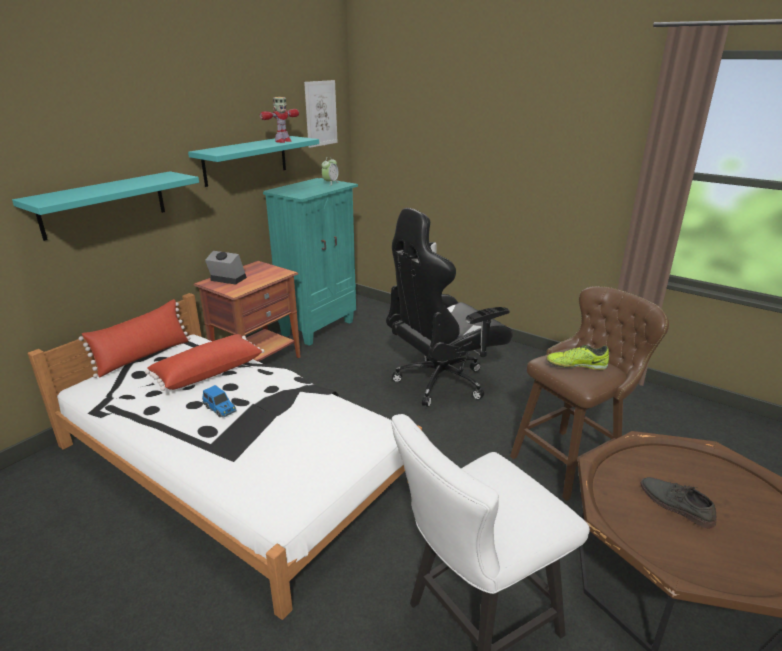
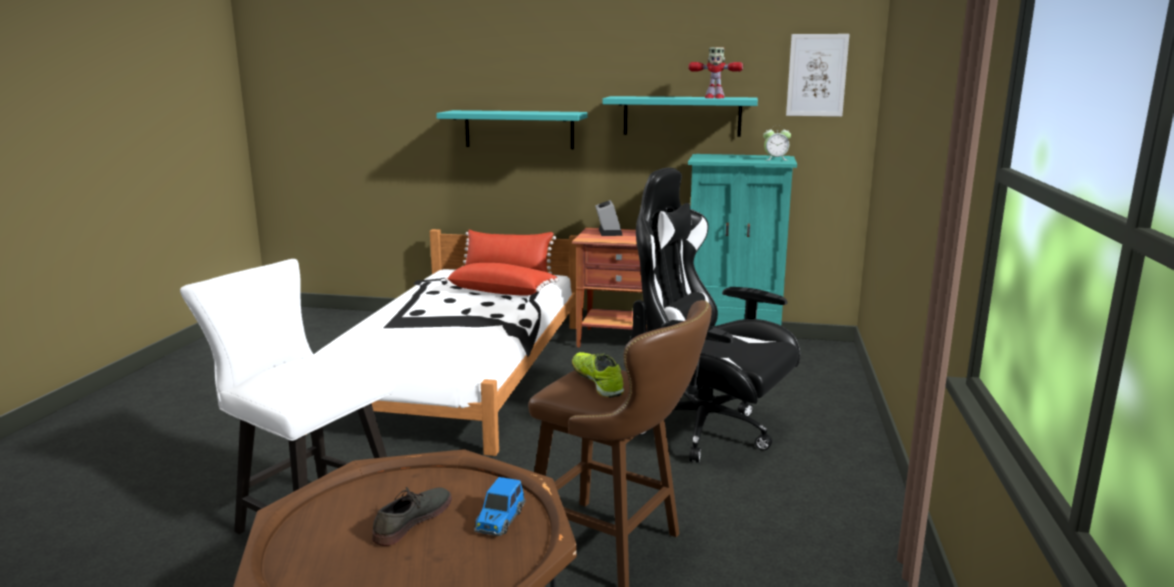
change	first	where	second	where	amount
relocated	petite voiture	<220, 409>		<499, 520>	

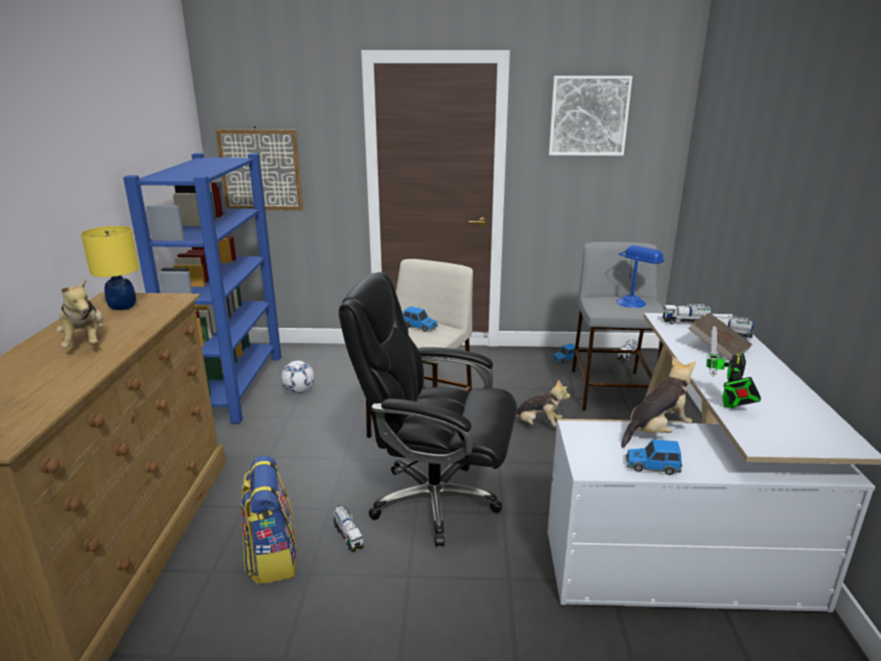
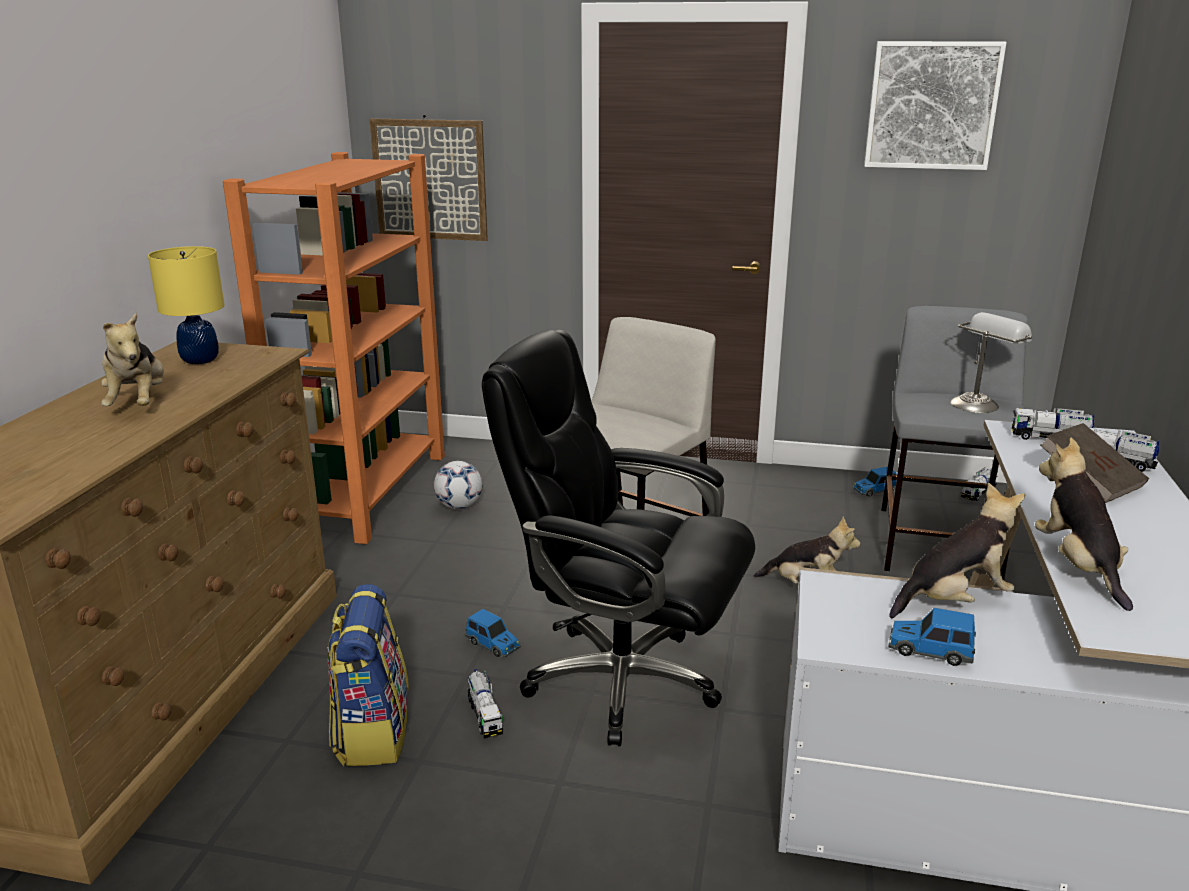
change	first	where	second	where	amount
colour	bibliothèque [bleu]	<231, 386>	bibliothèque [orange]	<366, 492>	
colour	lampe de table [bleu]	<633, 301>	lampe de table [blanc]	<979, 402>	
relocated	petite voiture	<420, 327>		<493, 645>	
exchanged	robot jouet	<728, 404>	peluche	<1077, 566>	

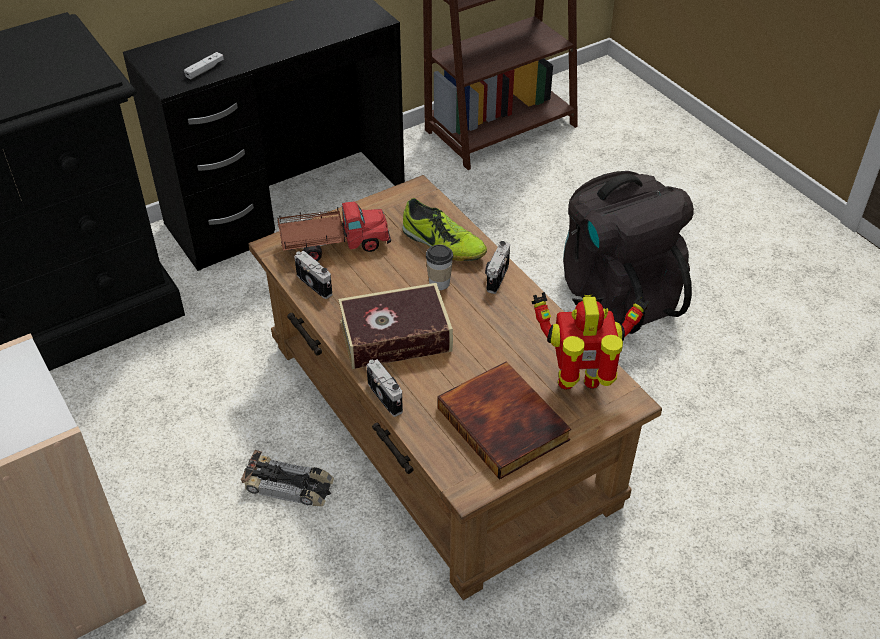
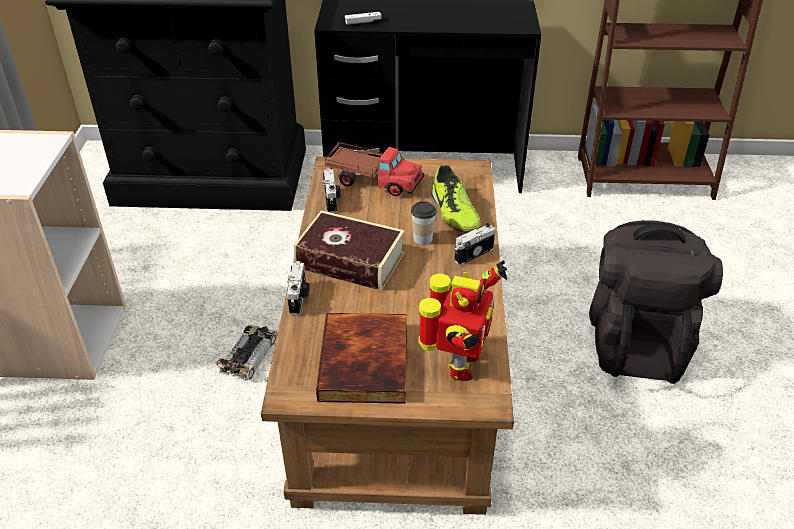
change	first	where	second	where	amount
spun	robot jouet	<580, 384>		<459, 366>	75 degrees clockwise
spun	petite voiture	<289, 485>		<250, 354>	120 degrees counterclockwise

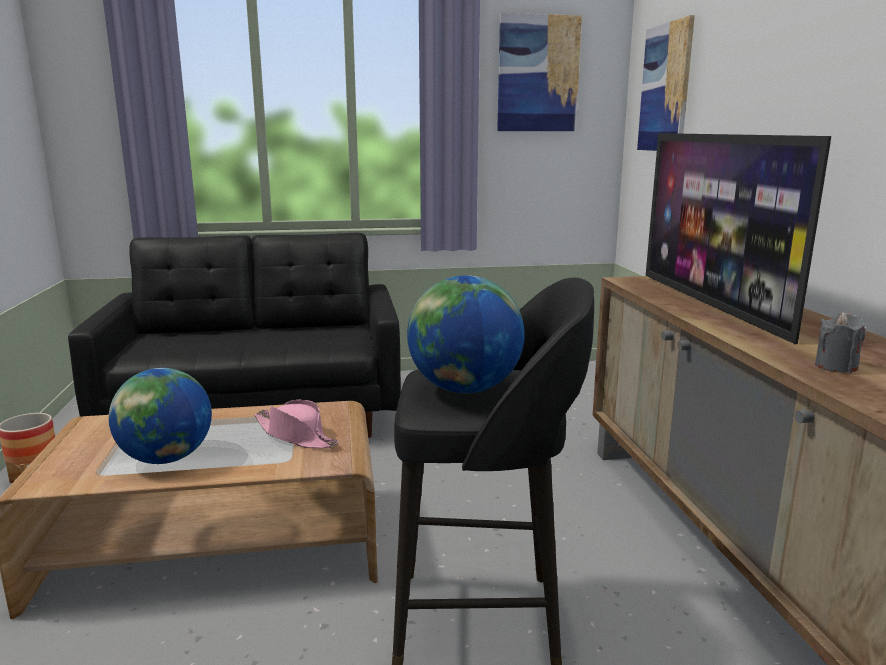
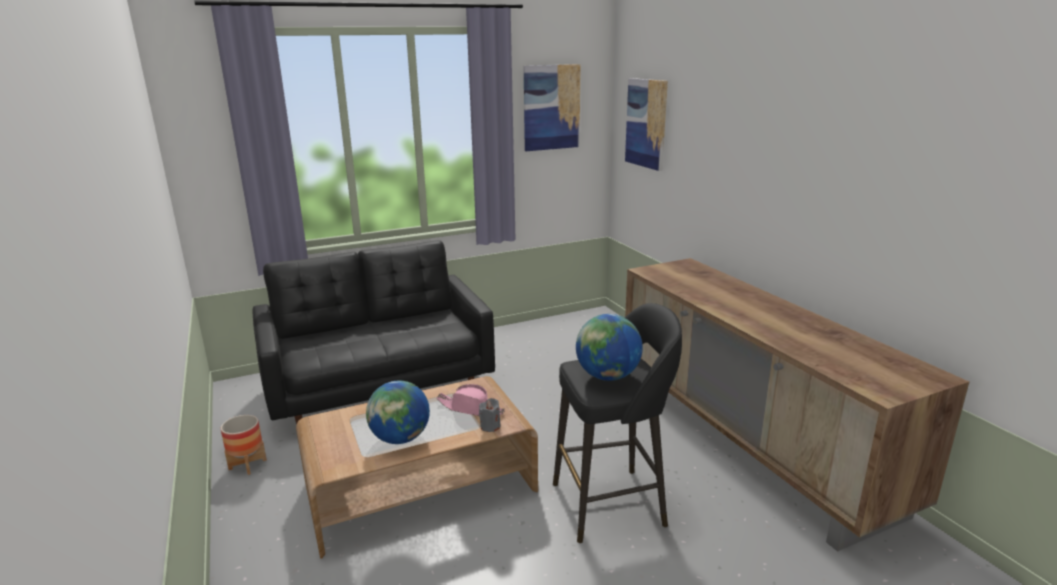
change	first	where	second	where	amount
missing	téléviseur	<712, 304>			
relocated	bougie [gris]	<835, 367>		<490, 426>	

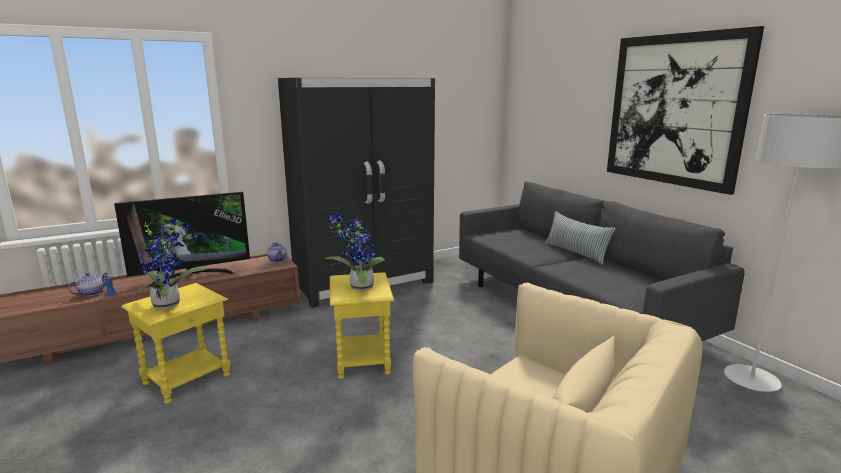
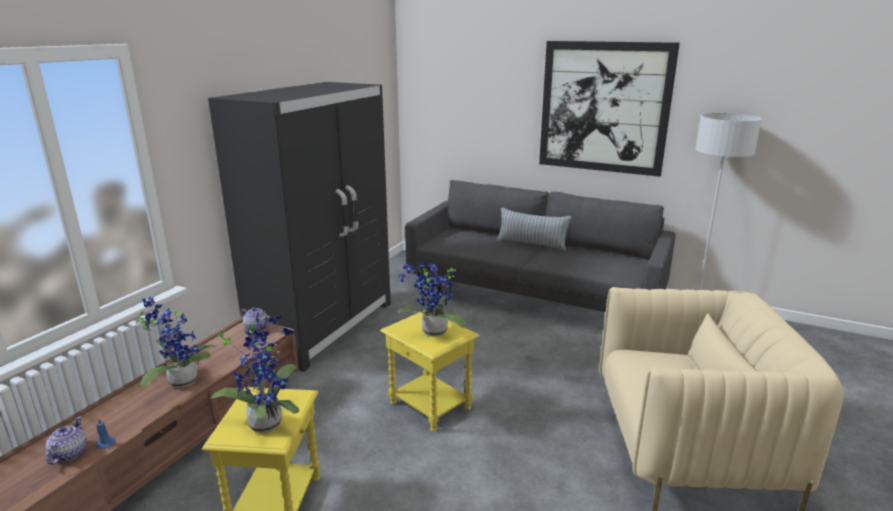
change	first	where	second	where	amount
exchanged	téléviseur	<192, 275>	plante en pot	<180, 381>	

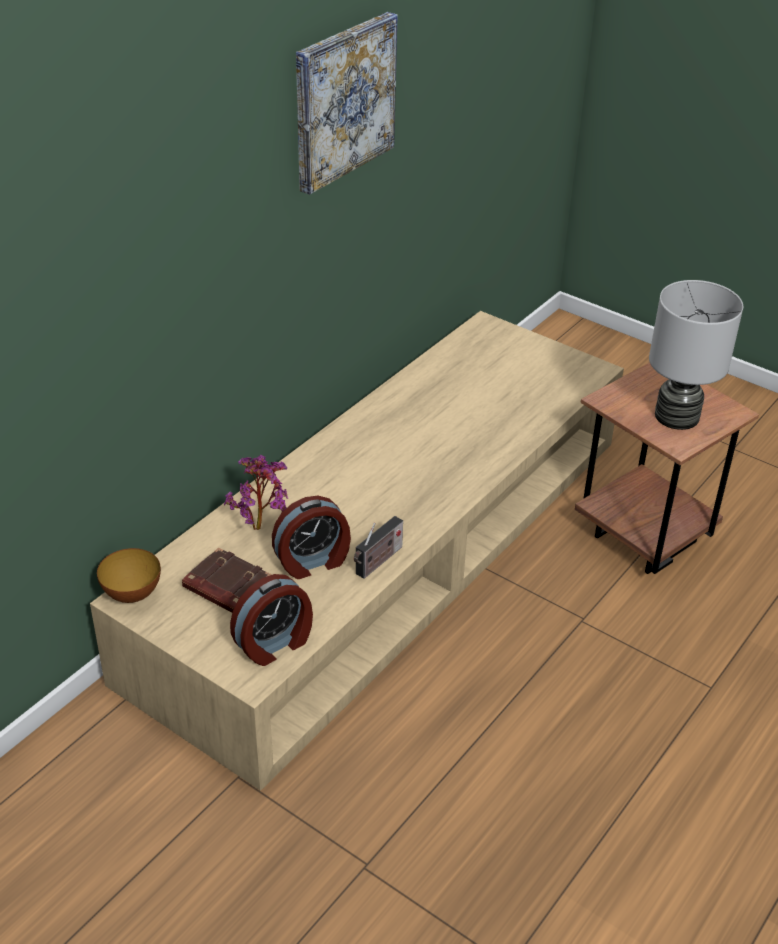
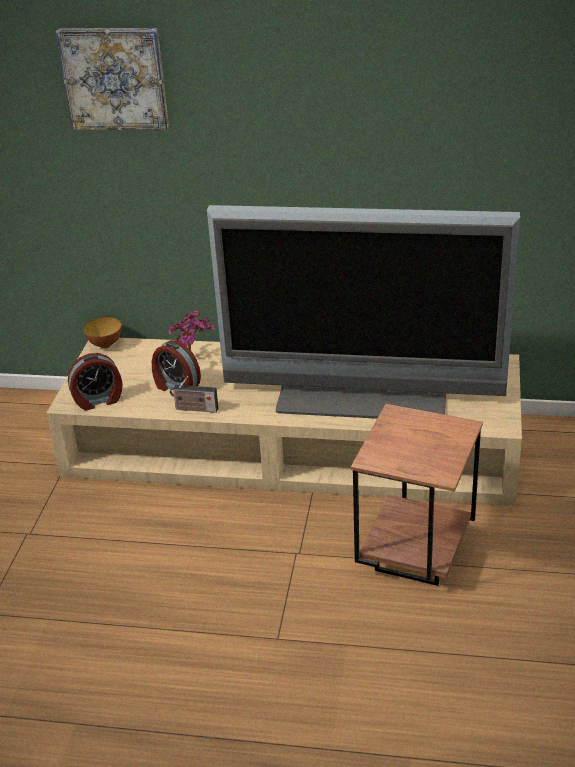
change	first	where	second	where	amount
relocated	tableau	<343, 101>		<114, 78>	
missing	lampe de table [gris]	<677, 416>			
missing	livre [marron]	<226, 587>			
spun	réveil	<274, 644>		<98, 400>	45 degrees counterclockwise
appeared			téléviseur	<362, 396>	

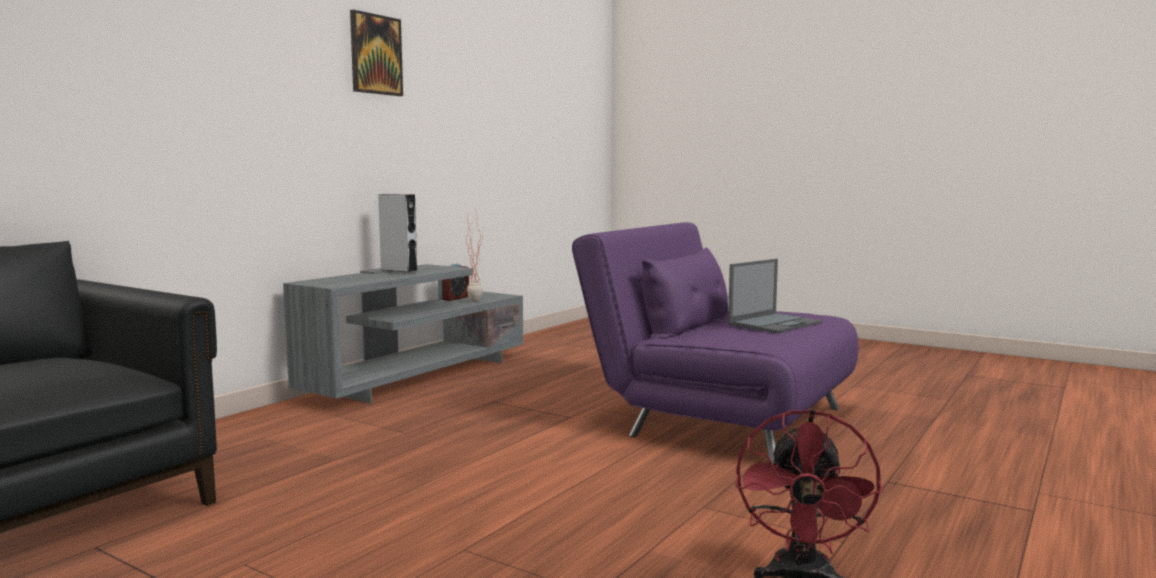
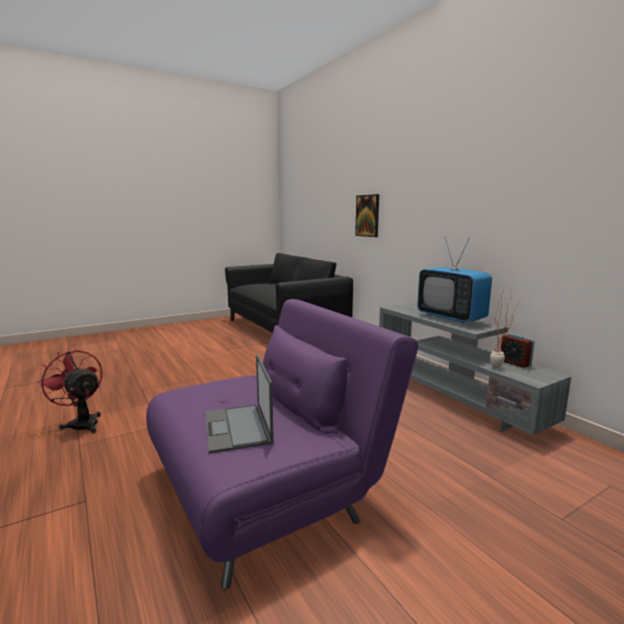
change	first	where	second	where	amount
relocated	tableau	<375, 54>		<367, 215>	
exchanged	enceinte [gris]	<399, 270>	téléviseur	<451, 317>	

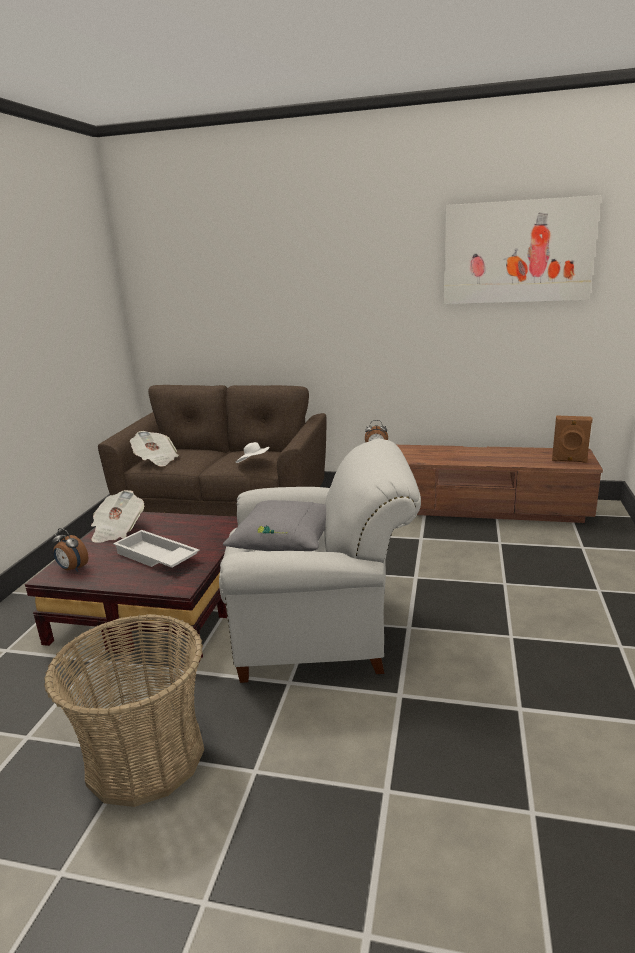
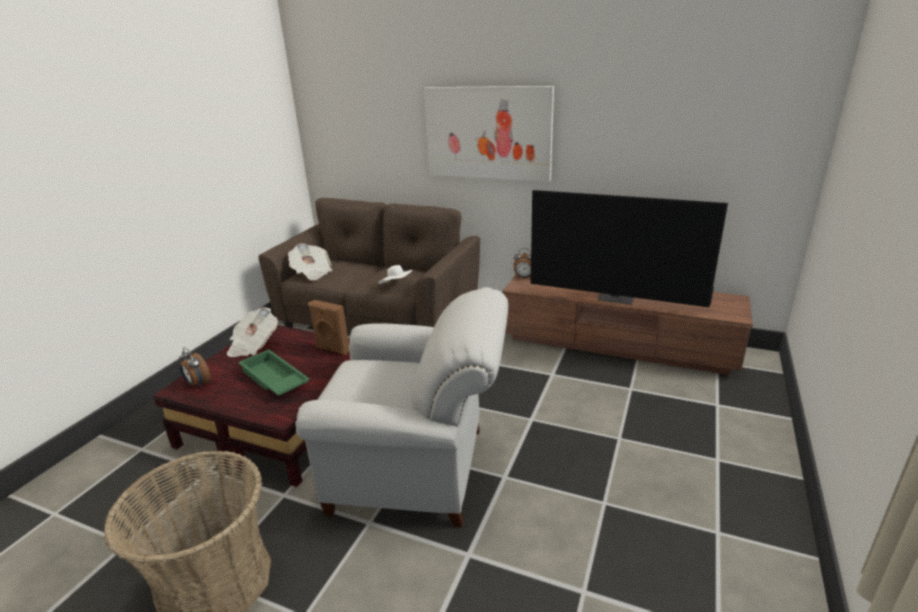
change	first	where	second	where	amount
relocated	tableau	<517, 252>		<488, 133>	
relocated	enceinte [marron]	<569, 461>		<332, 350>	
missing	coussin [gris]	<285, 542>			
colour	plateau [blanc]	<155, 557>	plateau [vert]	<273, 380>	
appeared			téléviseur	<616, 298>	

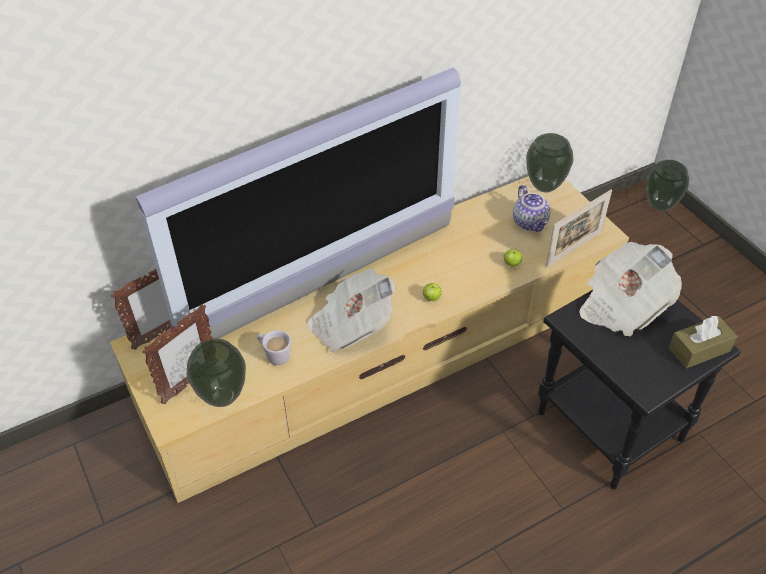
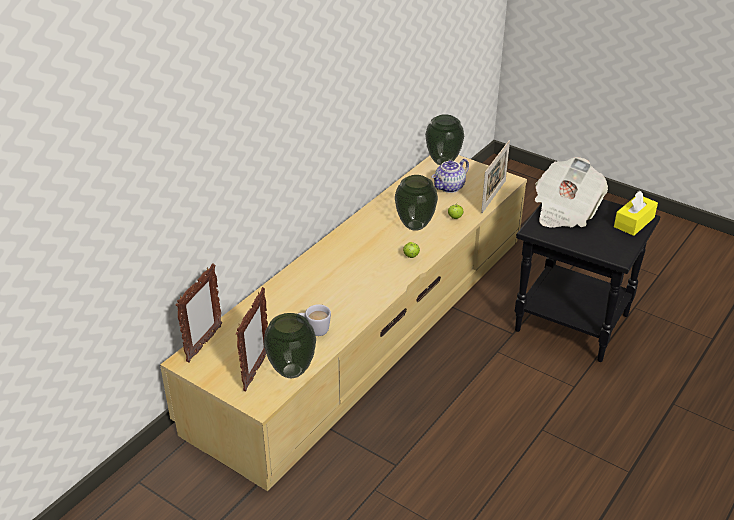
change	first	where	second	where	amount
missing	téléviseur	<324, 288>			
relocated	vase	<660, 206>		<415, 226>	
spun	théière	<530, 222>		<449, 187>	90 degrees clockwise
missing	journal	<351, 325>			
colour	boîte à mouchoirs [marron]	<699, 349>	boîte à mouchoirs [jaune]	<634, 222>	

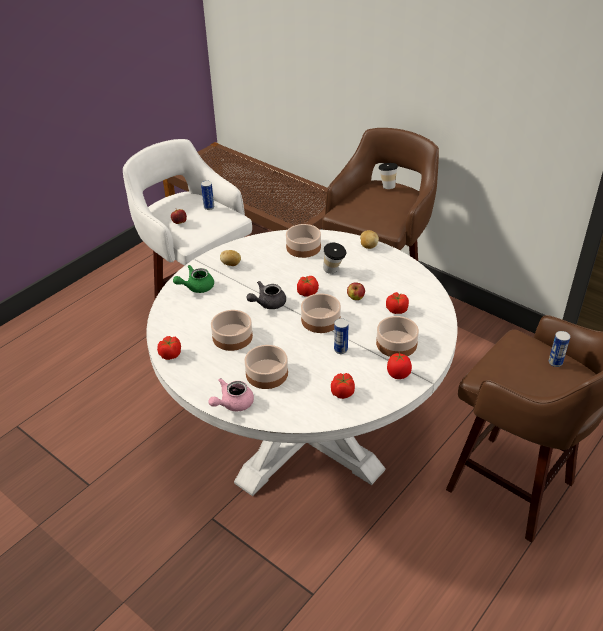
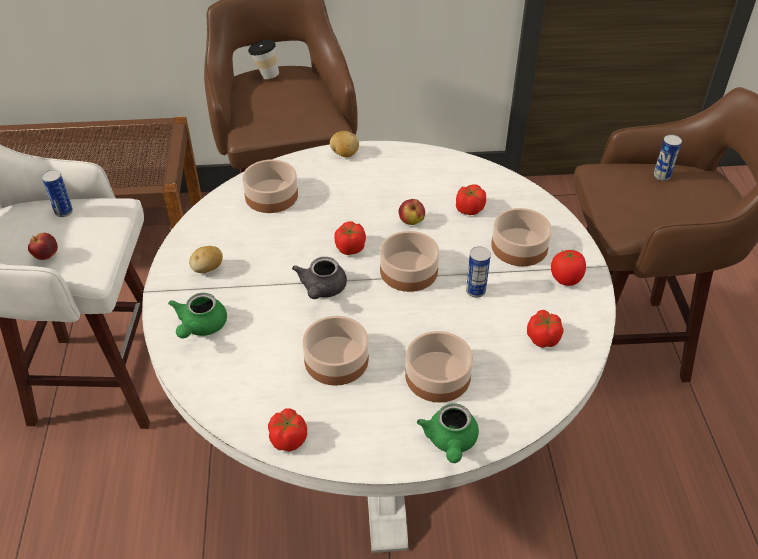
change	first	where	second	where	amount
missing	tasse	<334, 271>			
colour	théière [rose]	<232, 403>	théière [vert]	<450, 442>	

